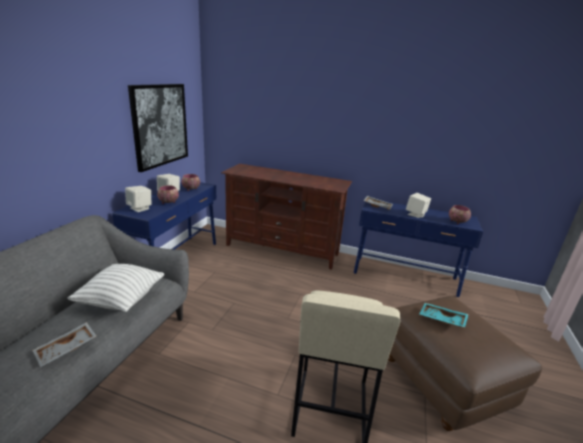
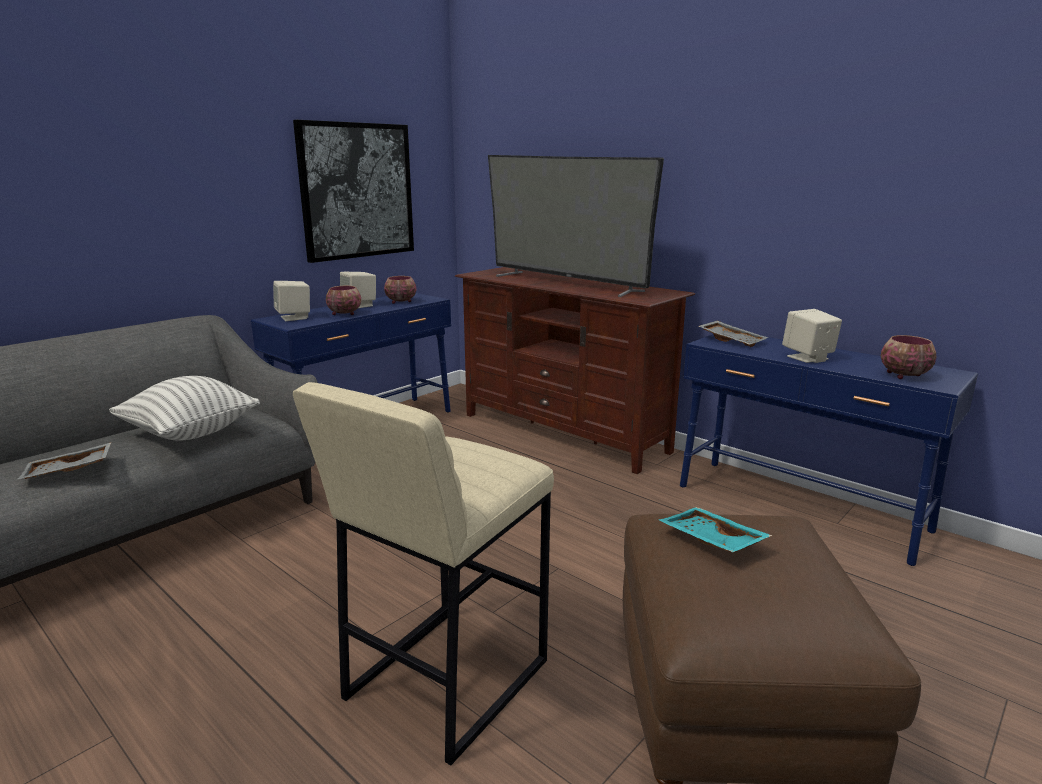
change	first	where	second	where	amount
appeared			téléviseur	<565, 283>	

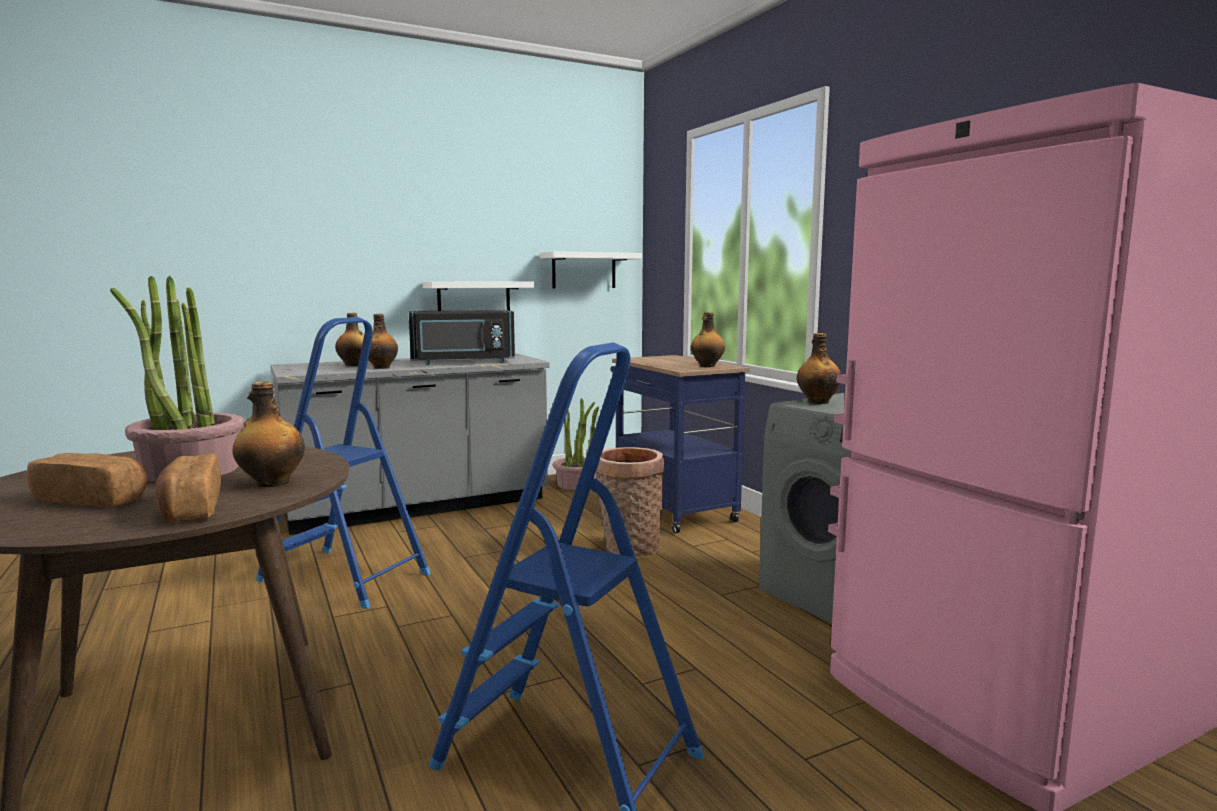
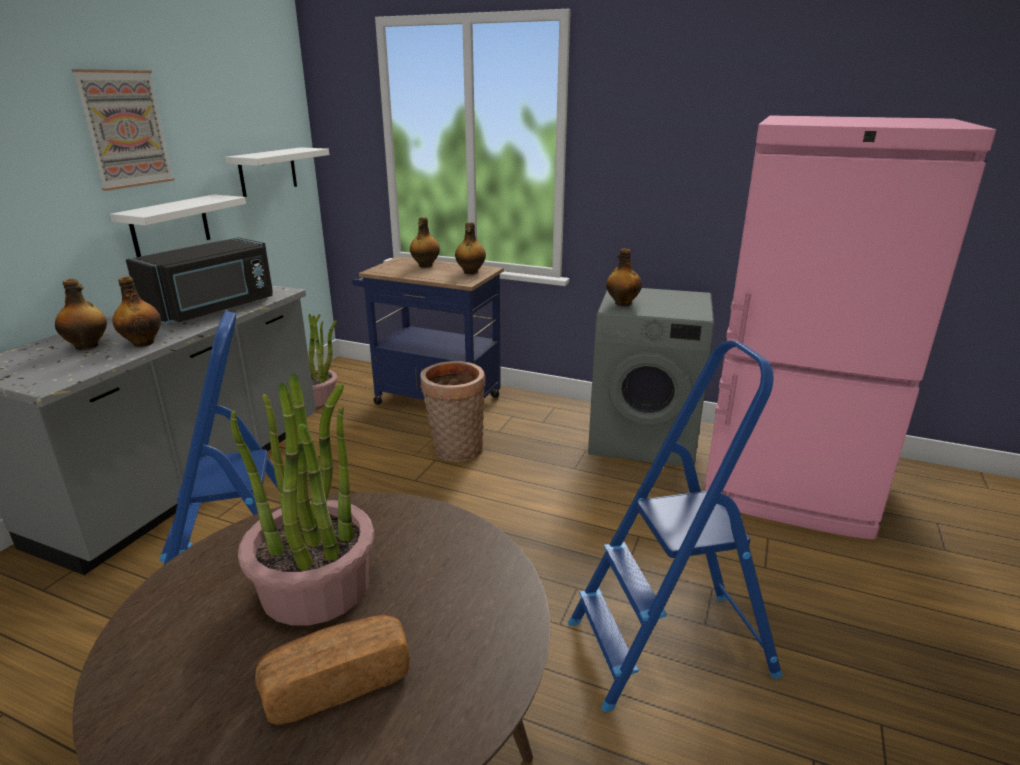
change	first	where	second	where	amount
relocated	bouteille	<271, 483>		<425, 265>	
missing	pain	<190, 508>			
appeared			tableau	<125, 129>	

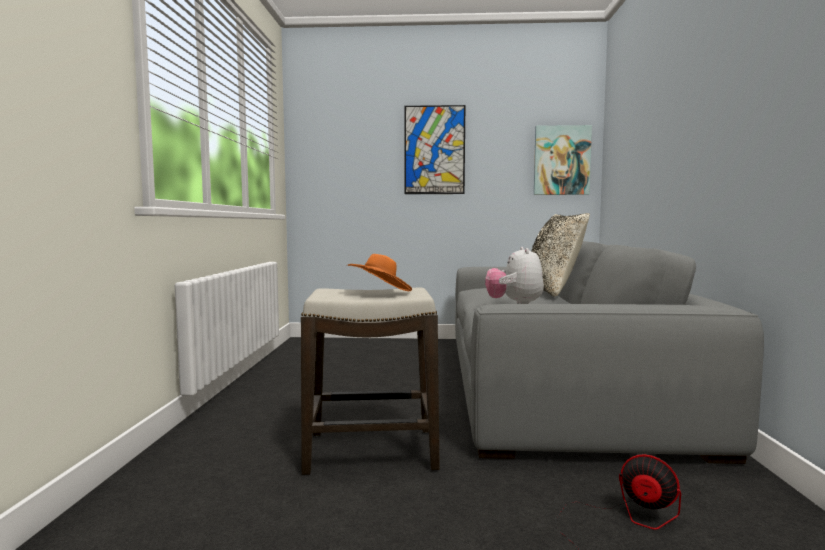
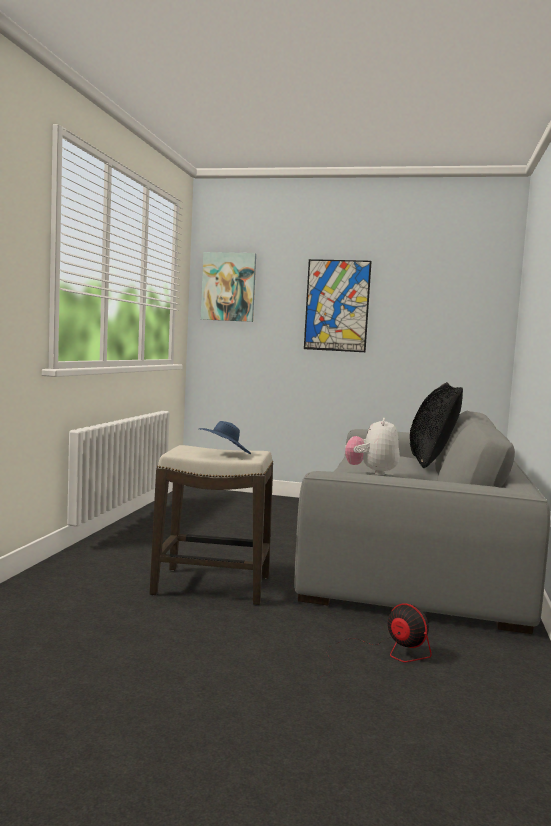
change	first	where	second	where	amount
relocated	tableau	<561, 160>		<228, 287>	
colour	coussin [beige]	<552, 293>	coussin [noir]	<431, 464>	
colour	chapeau [orange]	<380, 292>	chapeau [bleu]	<225, 453>	

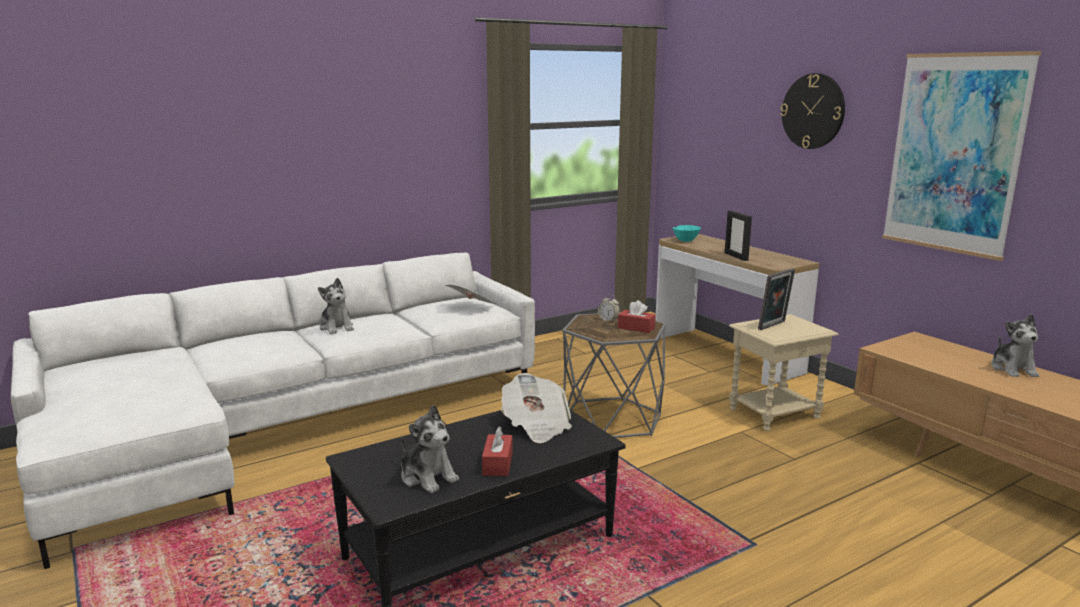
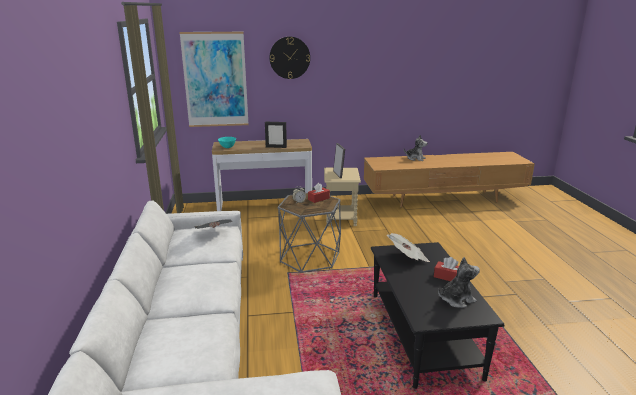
change	first	where	second	where	amount
relocated	tableau	<954, 154>		<215, 80>	
missing	peluche	<337, 327>			

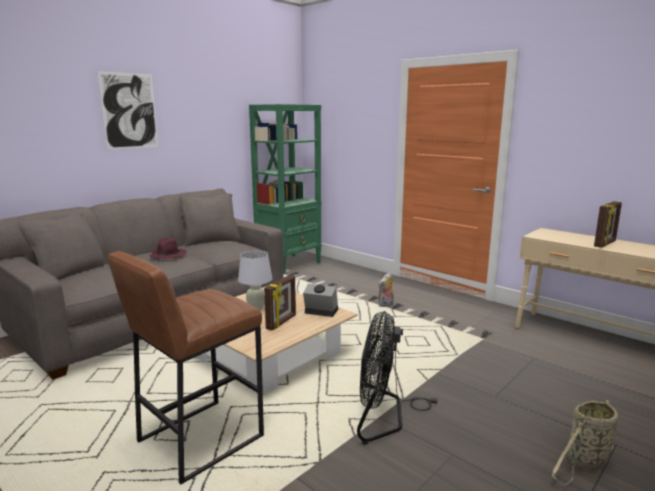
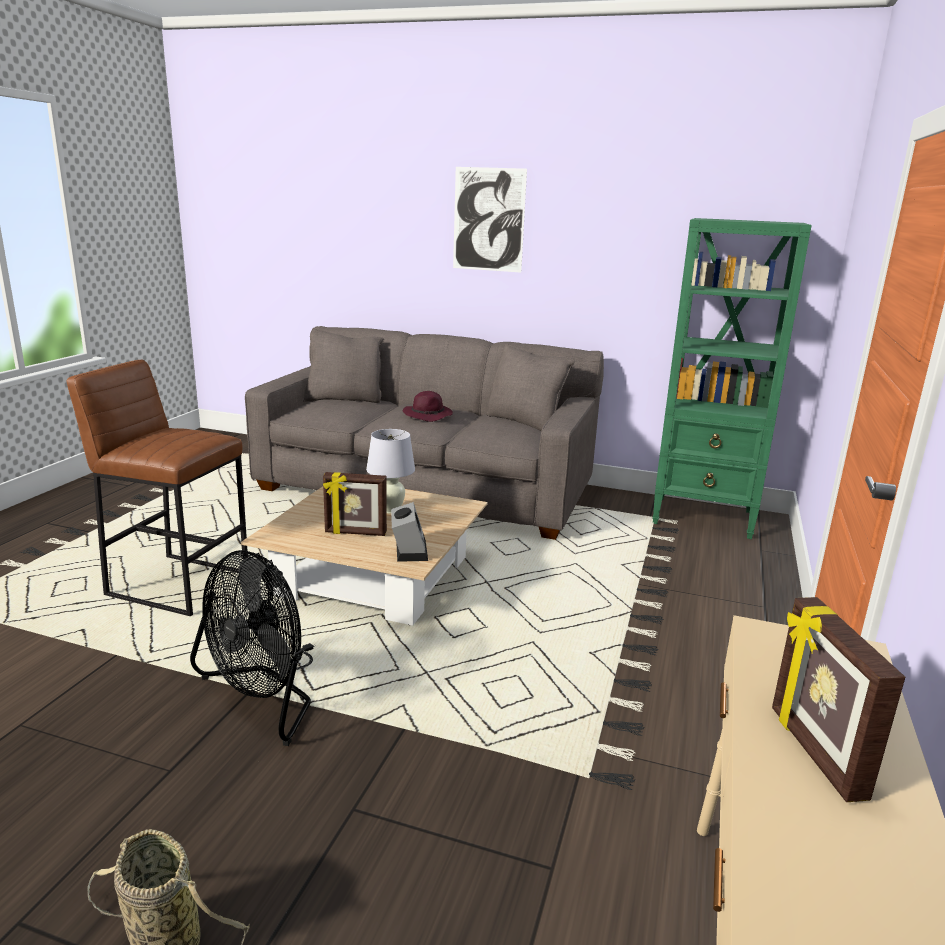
change	first	where	second	where	amount
spun	cadre photo	<605, 244>		<814, 752>	60 degrees clockwise
missing	peluche	<386, 305>			
spun	ventilateur [noir]	<385, 411>		<266, 693>	120 degrees counterclockwise

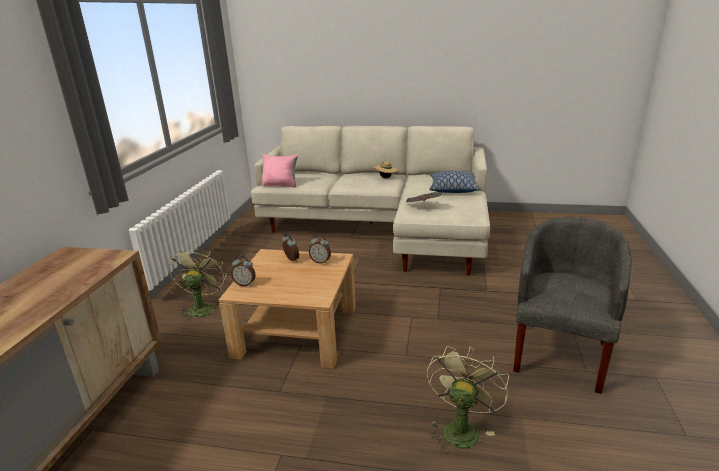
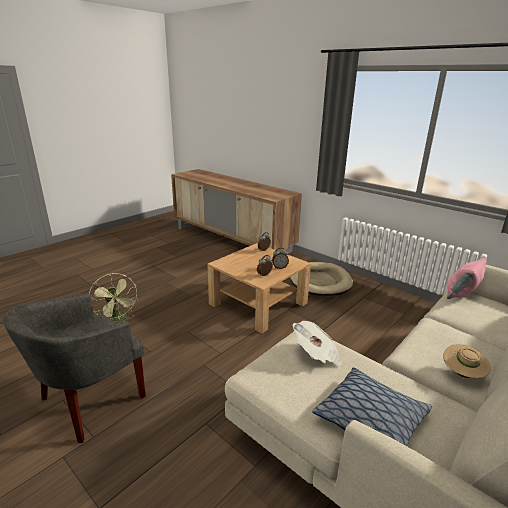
change	first	where	second	where	amount
spun	fauteuil [gris]	<559, 354>		<90, 401>	75 degrees clockwise
exchanged	ventilateur [vert]	<201, 307>	panier pour chien [beige]	<319, 281>	

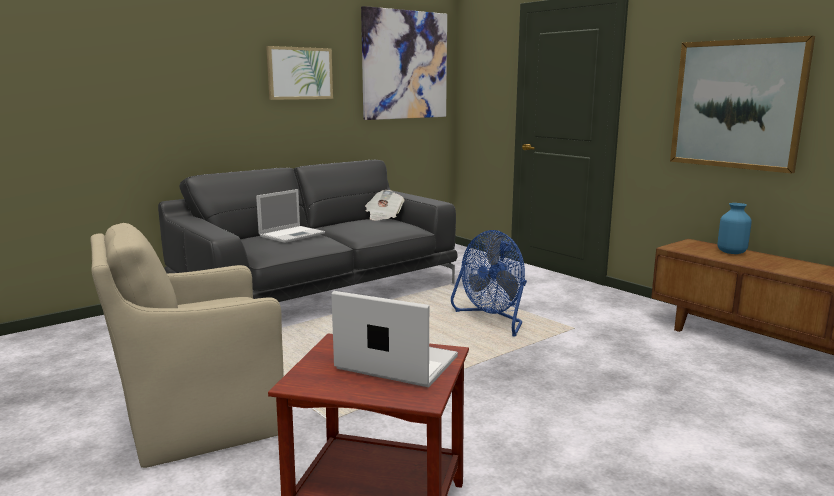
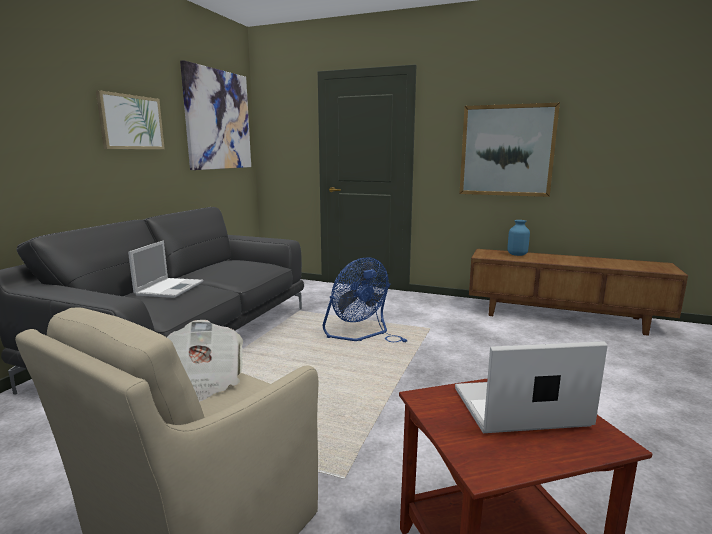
change	first	where	second	where	amount
relocated	journal	<383, 216>		<204, 380>	
spun	ventilateur [bleu]	<494, 319>		<367, 333>	120 degrees clockwise

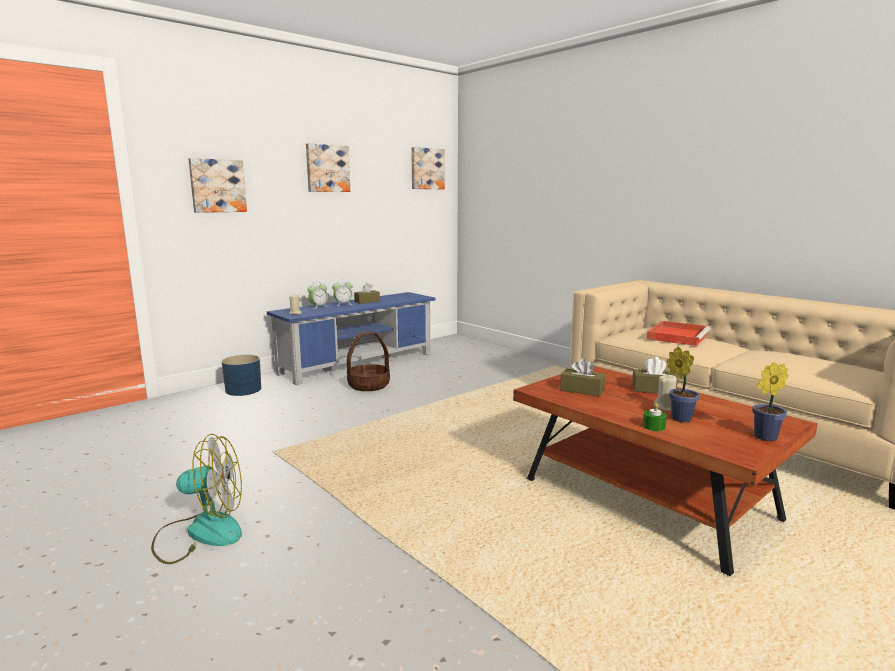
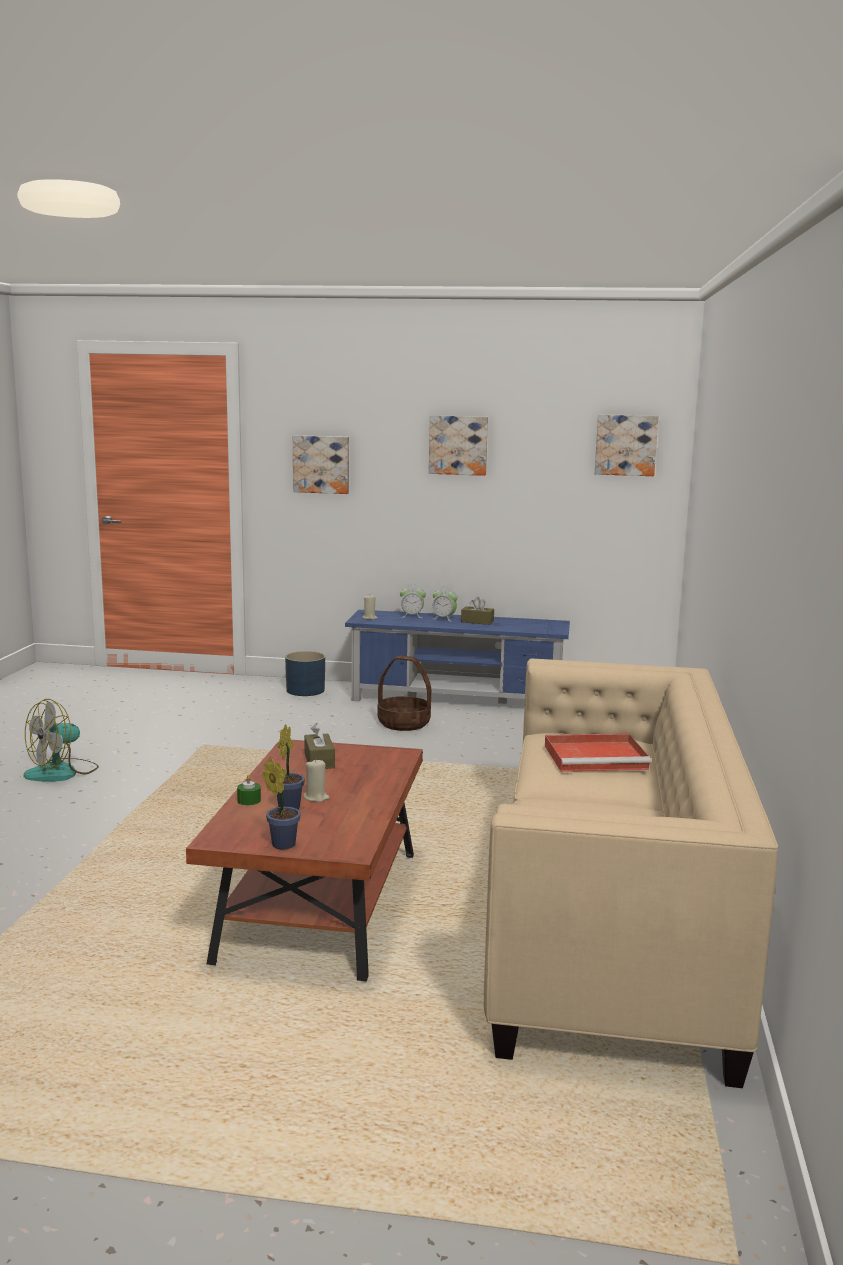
change	first	where	second	where	amount
missing	boîte à mouchoirs [marron]	<653, 389>			
spun	ventilateur	<200, 532>		<62, 772>	90 degrees clockwise

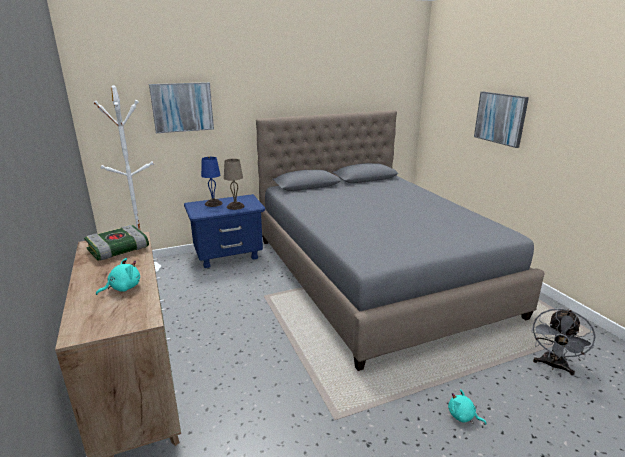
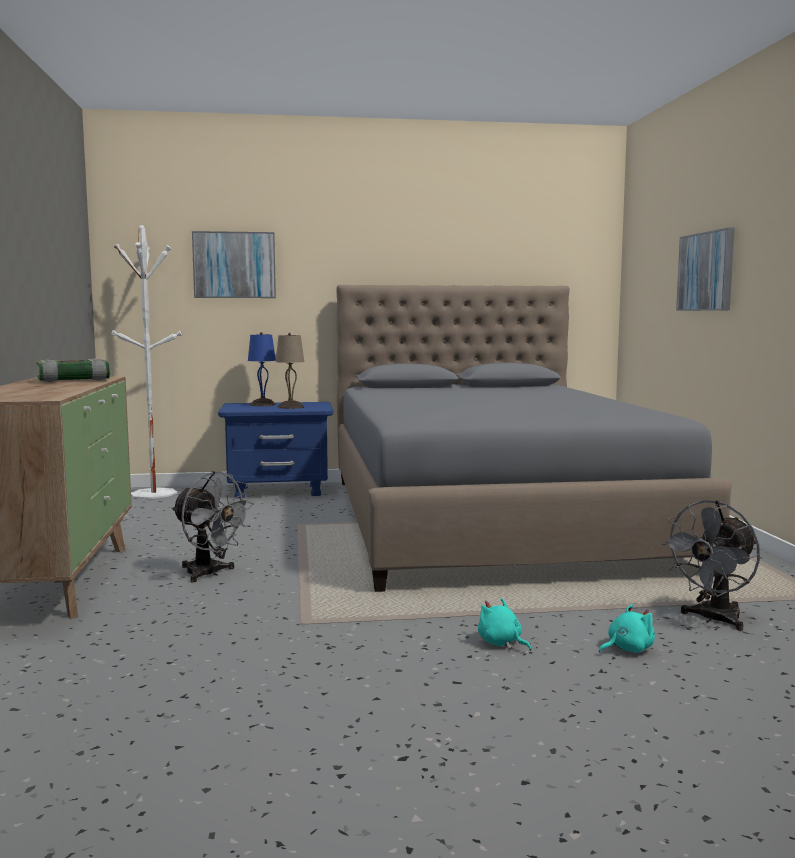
change	first	where	second	where	amount
relocated	peluche [turquoise]	<123, 288>		<627, 649>	
appeared			ventilateur [gris]	<210, 574>	

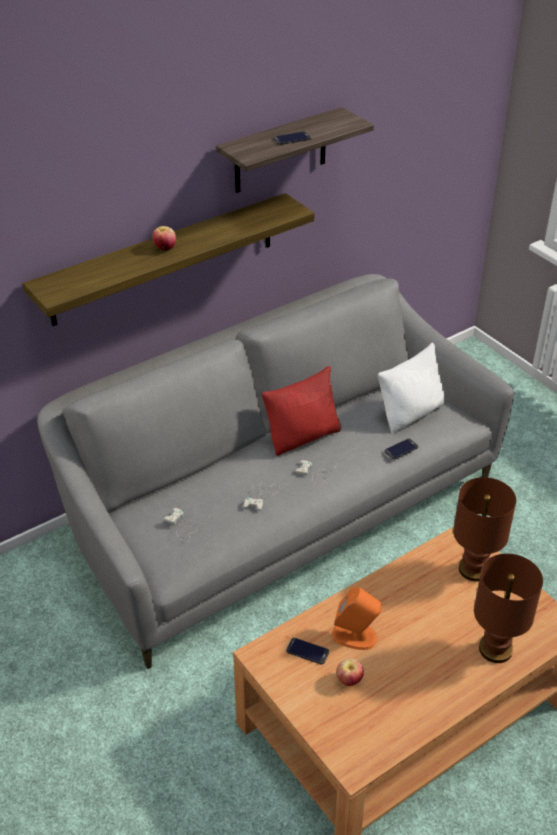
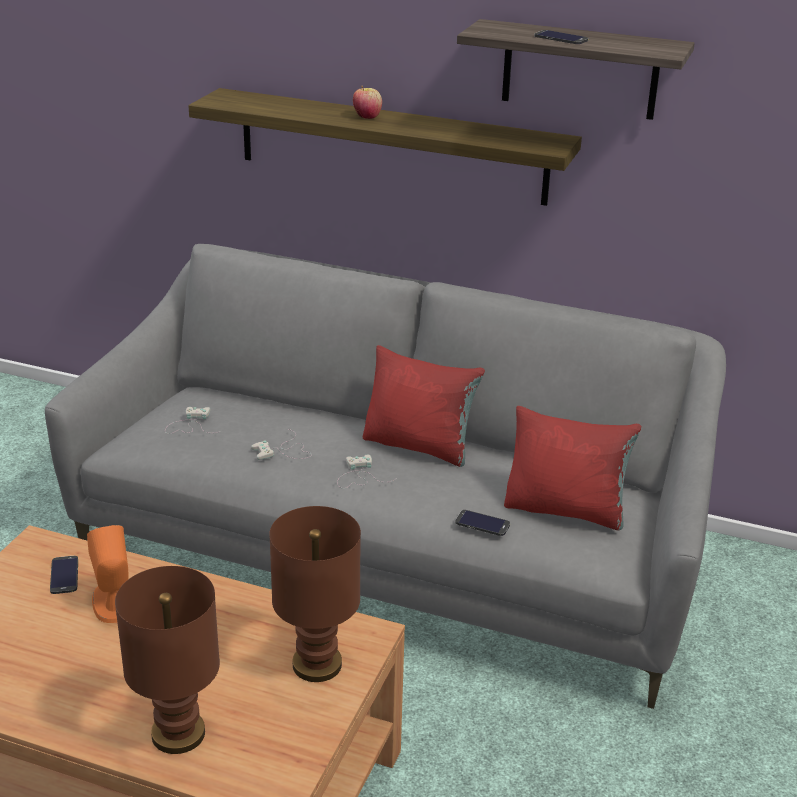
change	first	where	second	where	amount
colour	coussin [blanc]	<411, 413>	coussin [rouge]	<566, 510>	
missing	pomme	<349, 680>			

